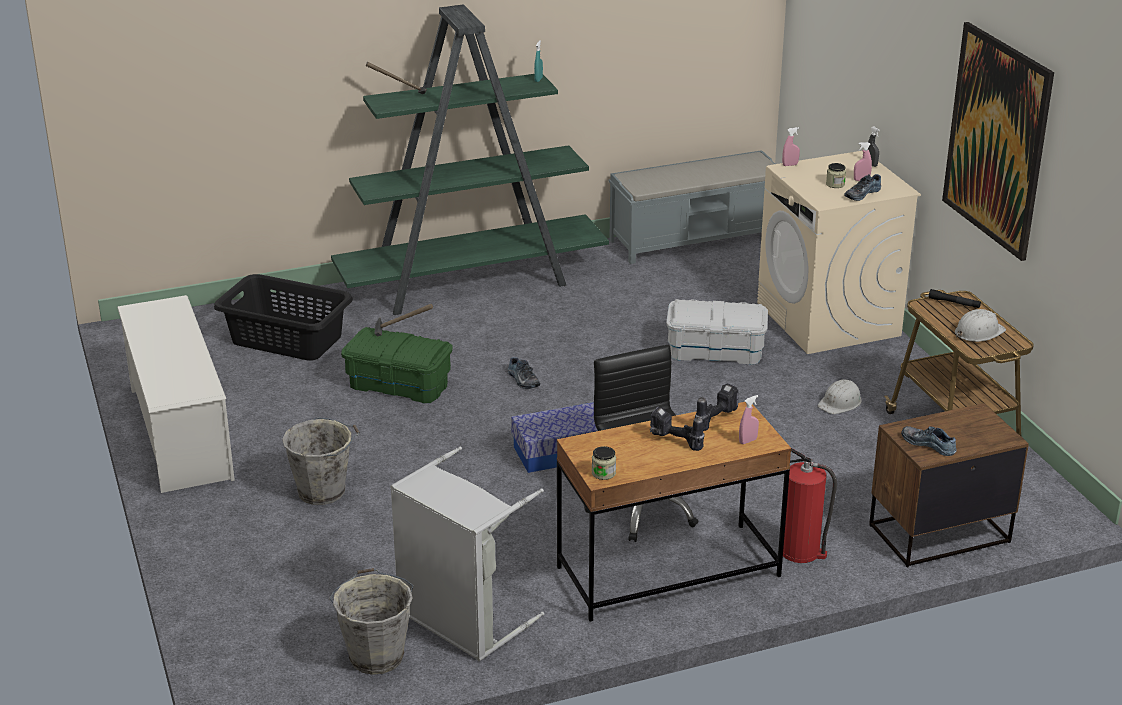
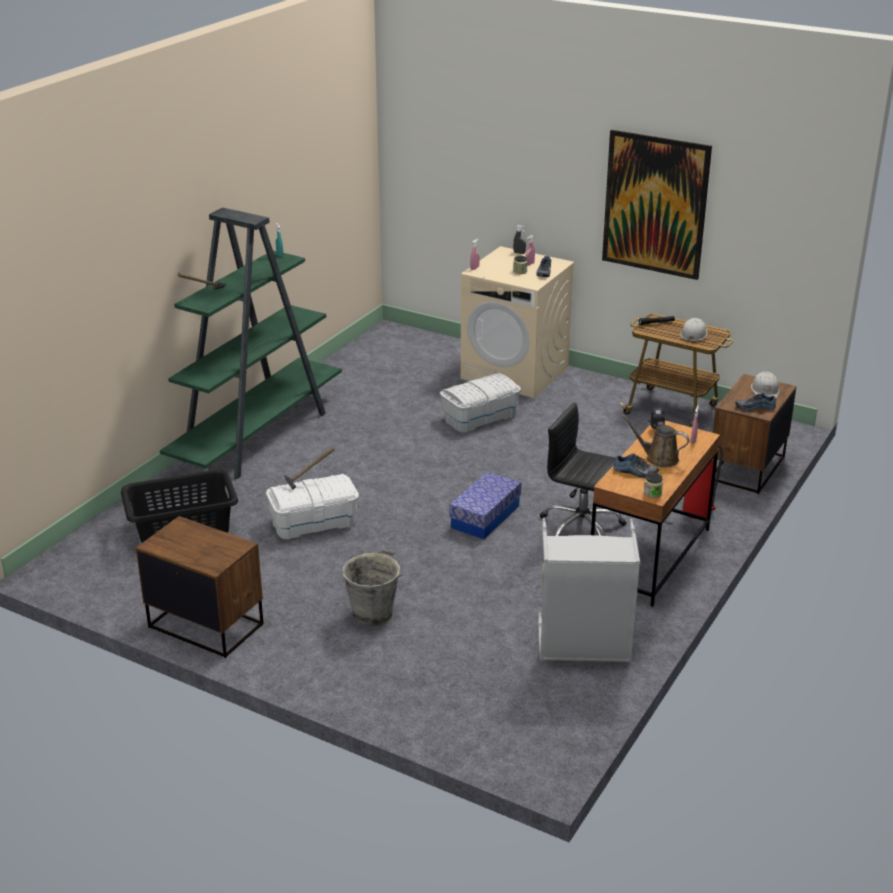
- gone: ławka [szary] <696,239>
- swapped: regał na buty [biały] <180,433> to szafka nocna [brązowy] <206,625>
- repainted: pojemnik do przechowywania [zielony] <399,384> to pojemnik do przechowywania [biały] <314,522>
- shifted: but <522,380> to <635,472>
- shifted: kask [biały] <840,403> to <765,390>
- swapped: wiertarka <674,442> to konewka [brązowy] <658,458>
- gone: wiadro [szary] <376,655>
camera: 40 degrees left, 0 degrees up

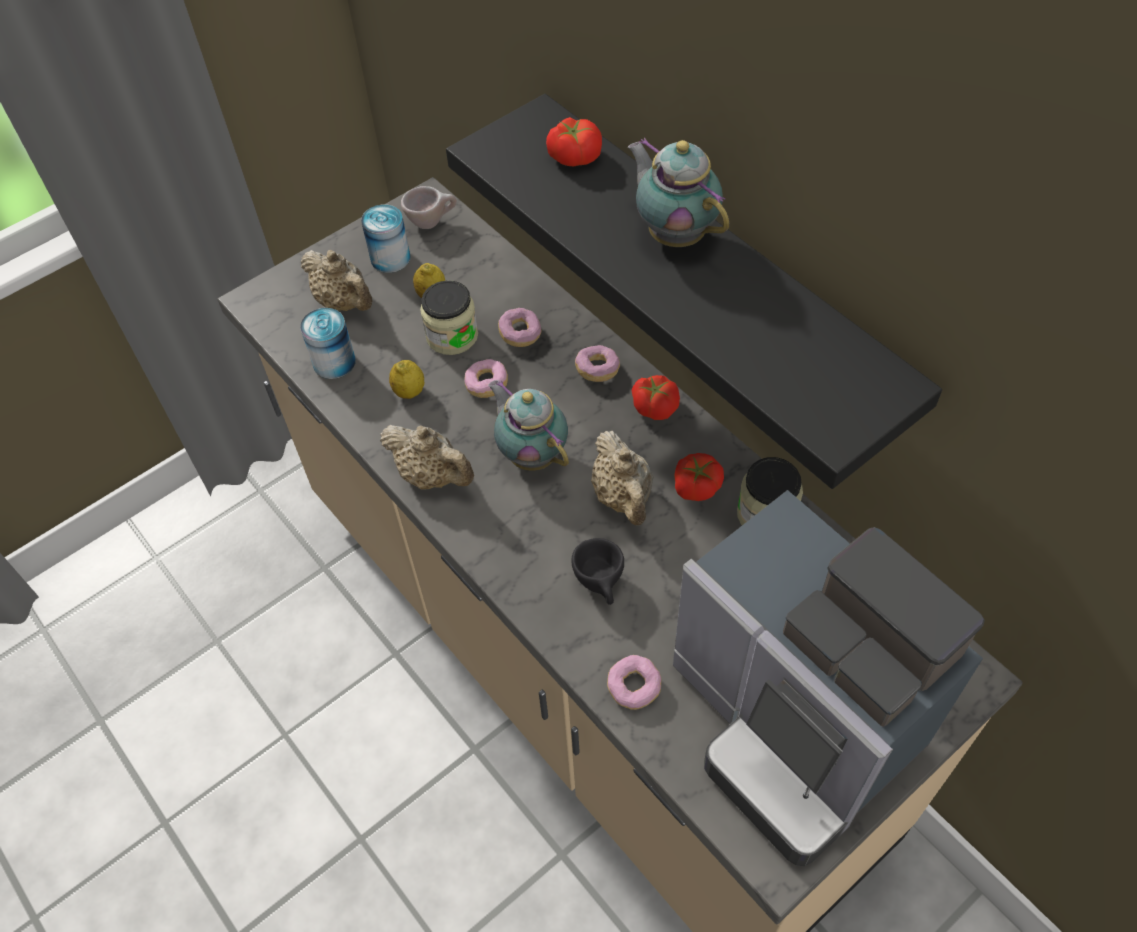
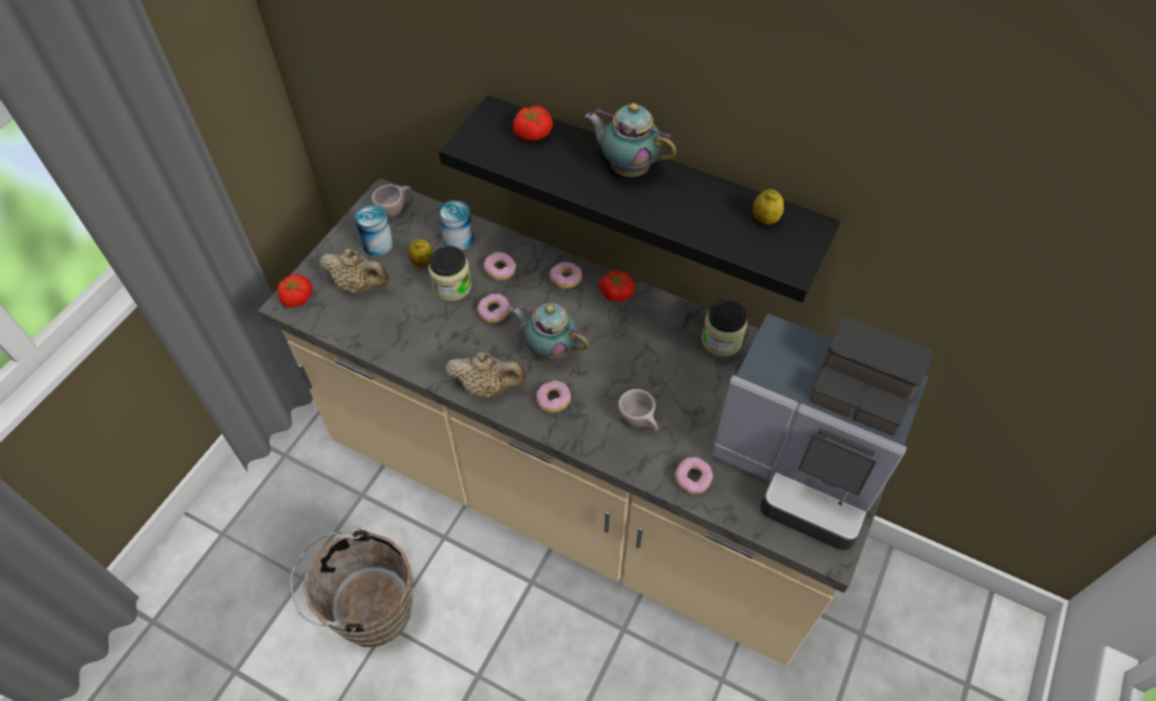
- shifted: puszka <334,362> to <458,239>
- shifted: cytryna <409,392> to <765,219>
- gone: imbryk [beżowy] <623,497>
- shifted: pomidor <696,486> to <296,298>
- repainted: filiżanka [czarny] <601,586> to filiżanka [beżowy] <640,422>
- new: donut <553,401>
- new: wiadro [brązowy] <367,609>
camera: 25 degrees left, 0 degrees up

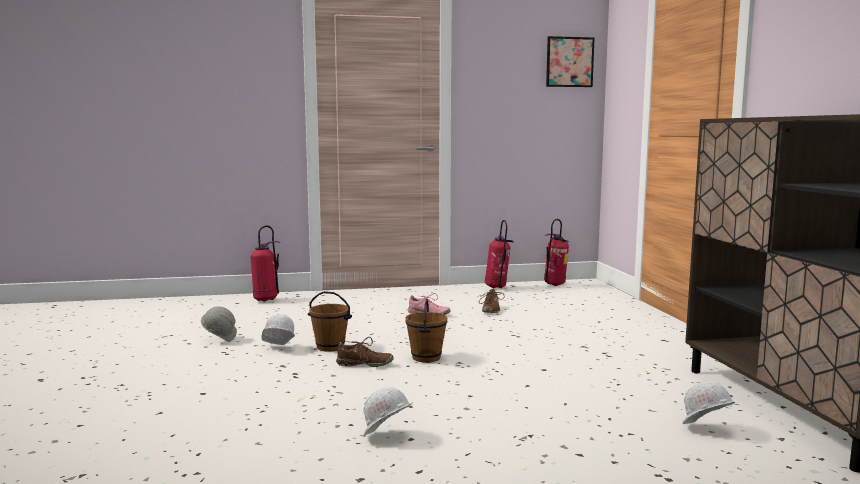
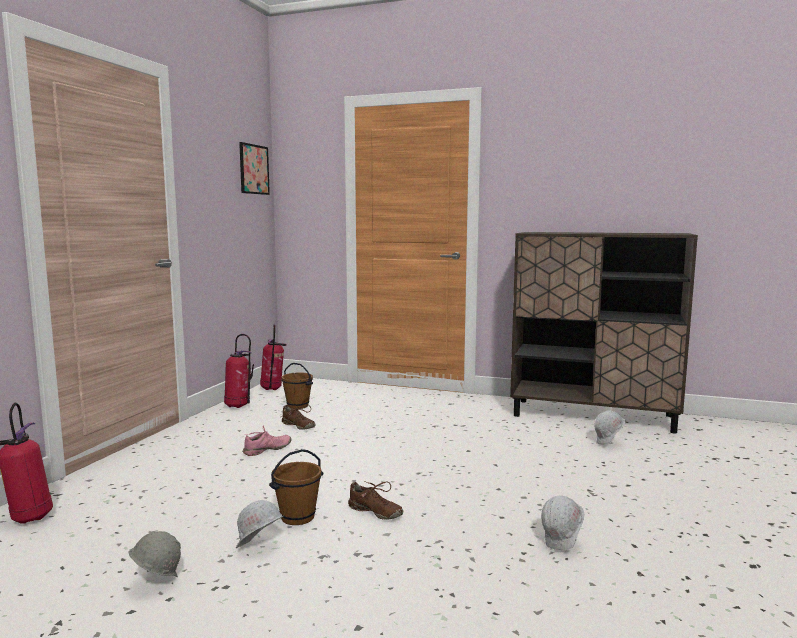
- shifted: wiadro [brązowy] <427,358> to <298,406>
- rotated: but [brązowy] <364,364> = <375,512> 90 degrees clockwise
camera: 60 degrees left, 0 degrees up

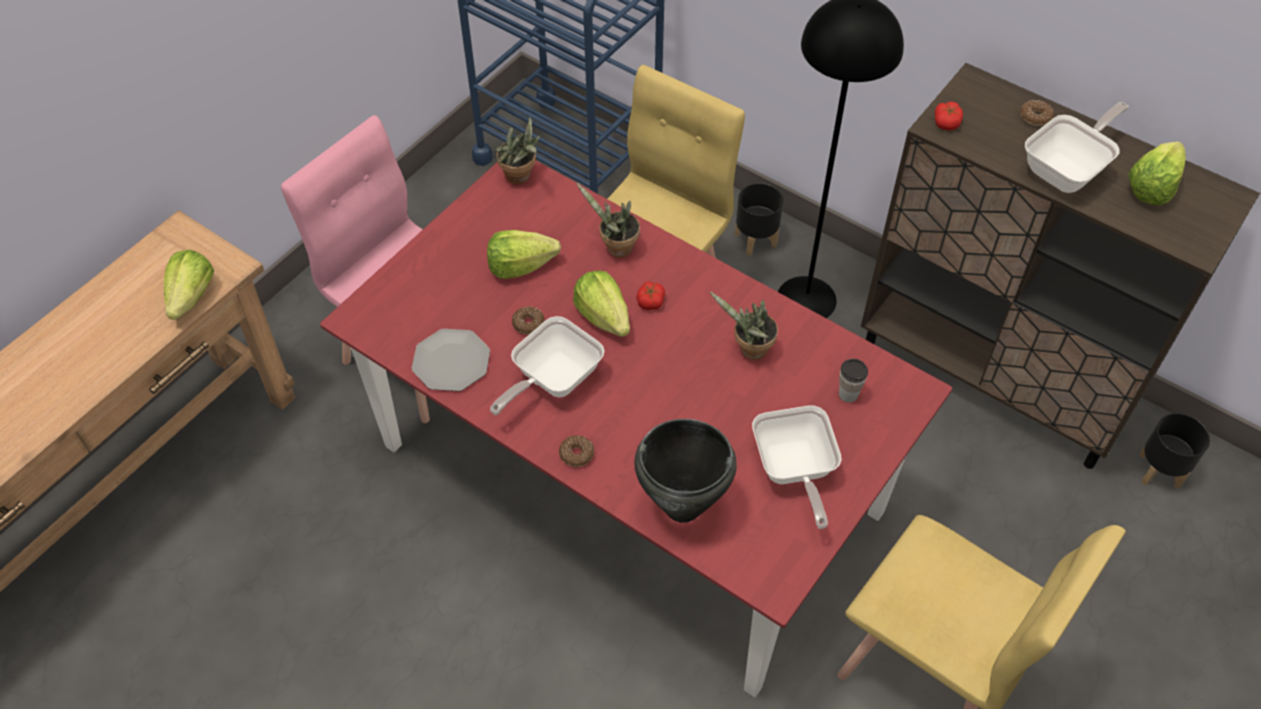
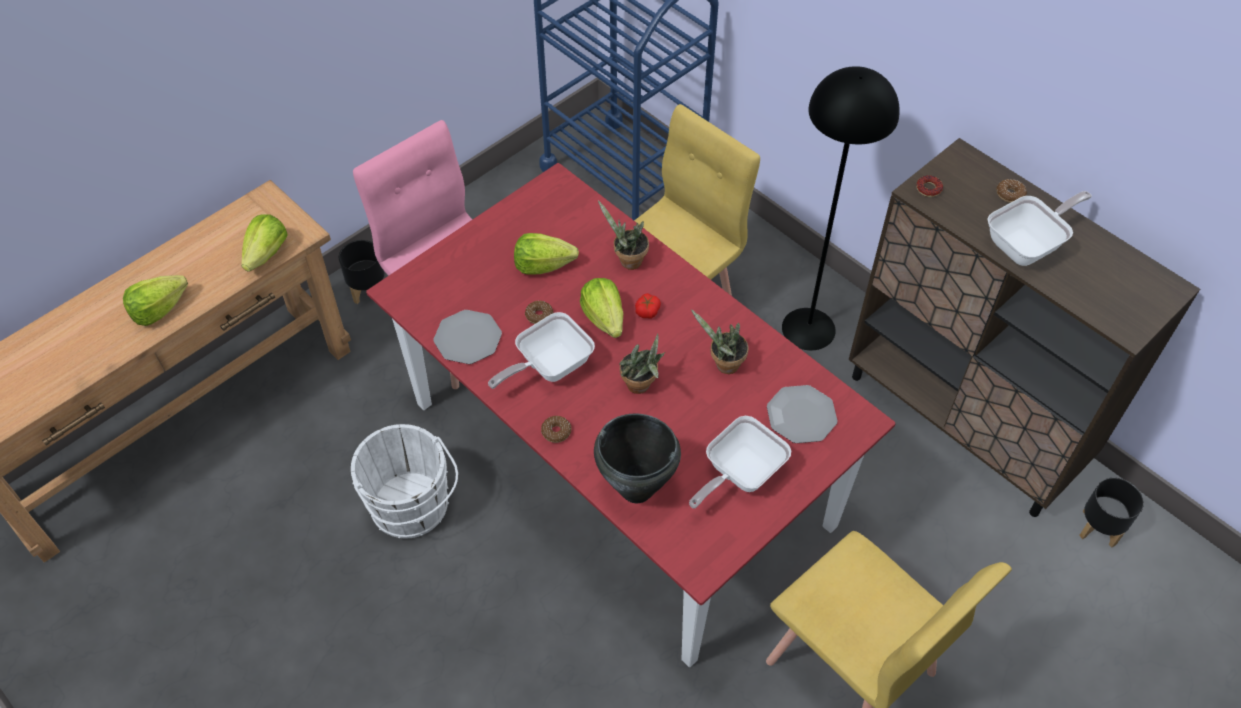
- swapped: pomidor <946,122> to donut <928,189>
- shifted: roślina doniczkowa <521,177> to <641,386>
- shifted: sałata <1152,187> to <159,309>
- shifted: donica [czarny] <755,239> to <368,289>
- swapped: filiżanka <848,394> to talerz <801,415>
- rotated: patelnia <794,471> = <738,474> 45 degrees clockwise
- new: wiadro [biały] <412,509>
camera: 10 degrees right, 0 degrees up

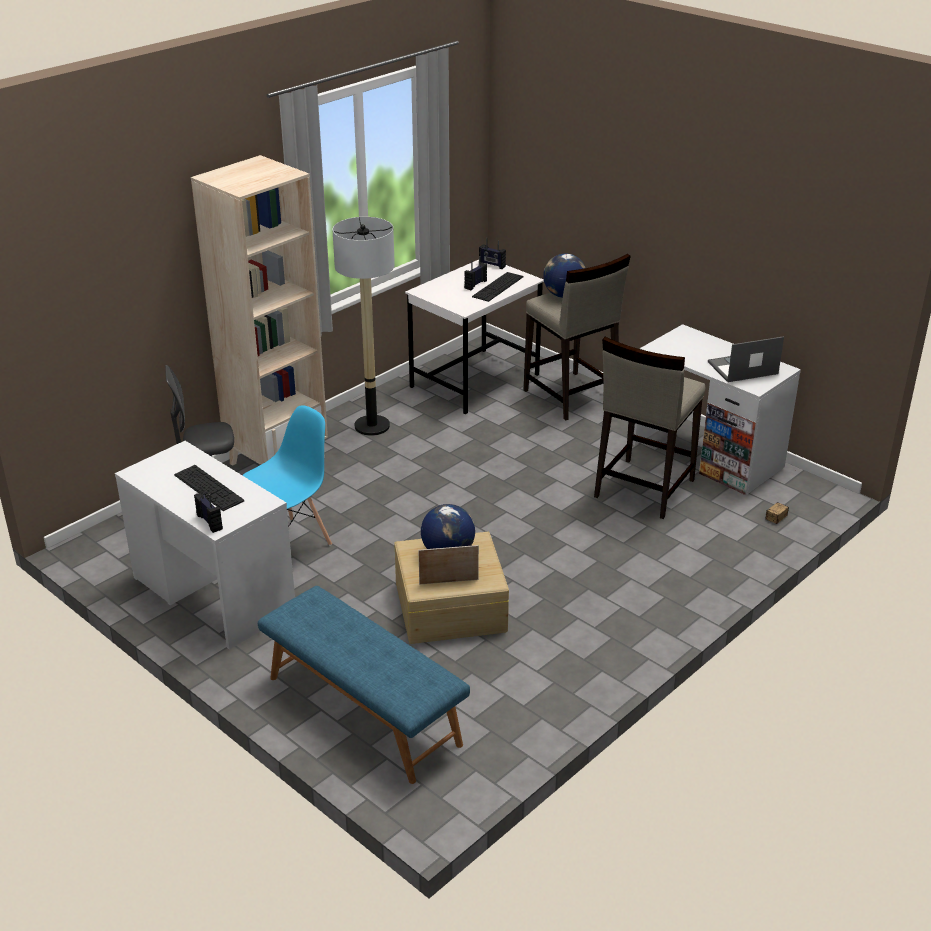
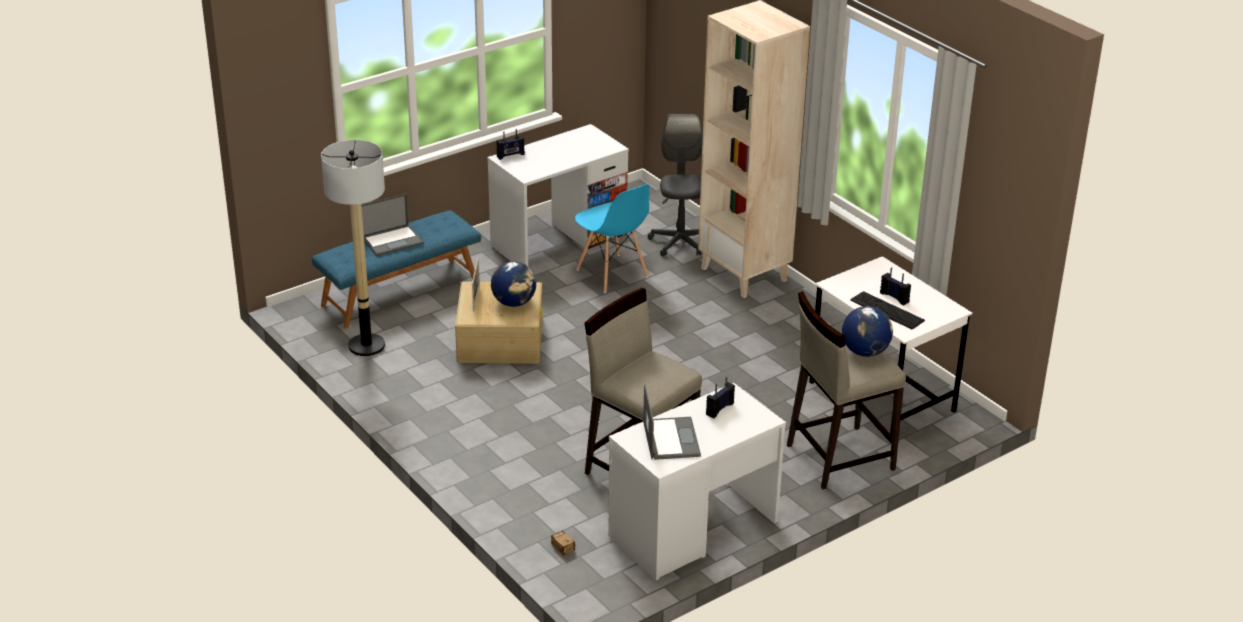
- shifted: lampa stojąca <372,426> to <366,345>
- shifted: radio <492,265> to <719,409>
- gone: klawiatura <208,488>
- new: laptop <393,240>
camera: 100 degrees right, 0 degrees up

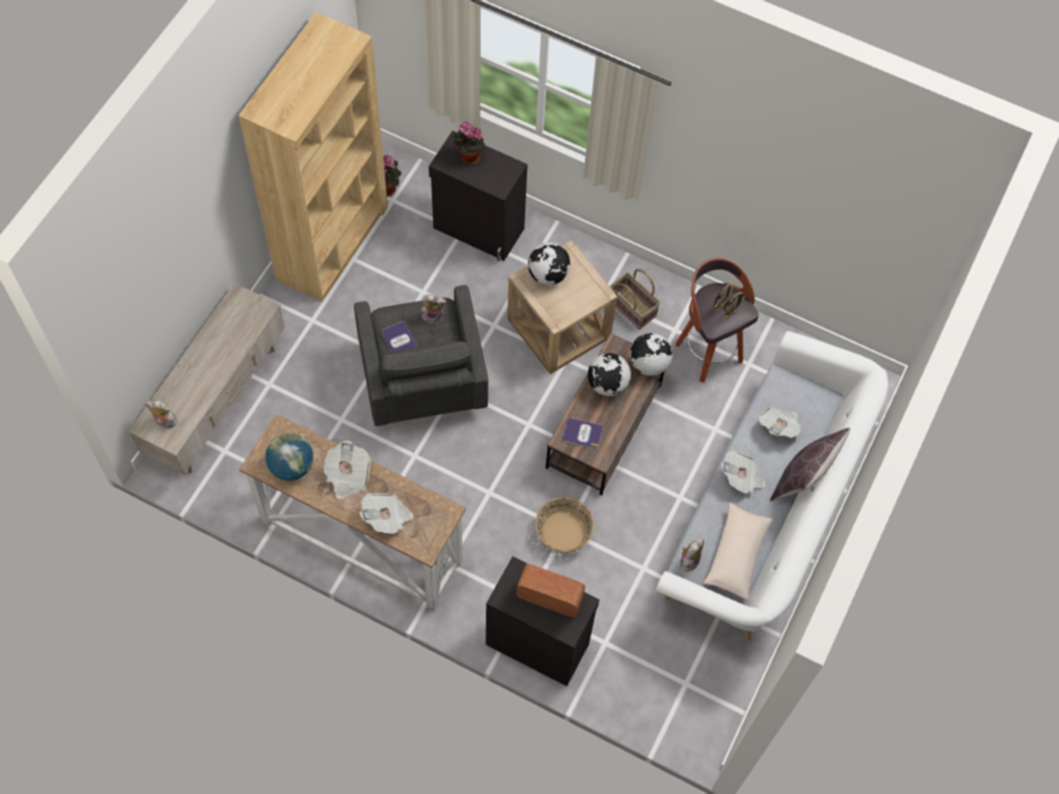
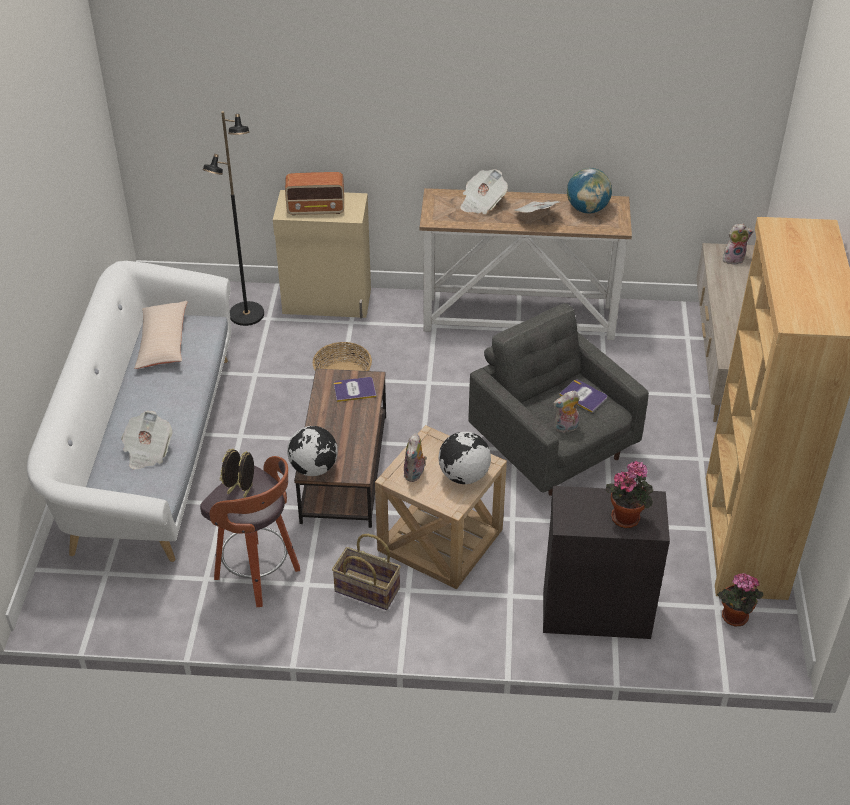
- gone: globus <607,384>
- gone: poduszka [brązowy] <802,479>
- gone: gazeta <742,478>
- shifted: pluszak <689,560> to <415,474>
- repainted: szafka [czarny] <537,642> to szafka [beżowy] <327,302>
- new: lampa stojąca [czarny] <246,315>
camera: 160 degrees right, 20 degrees down

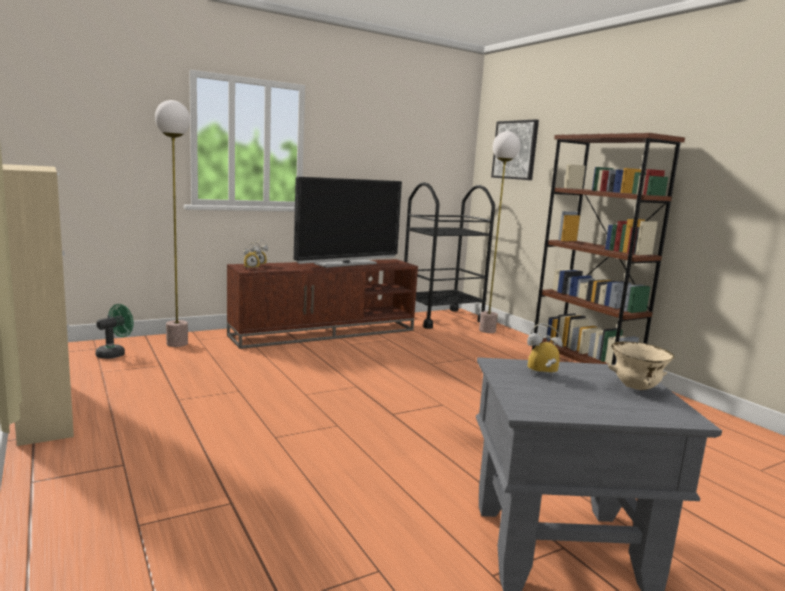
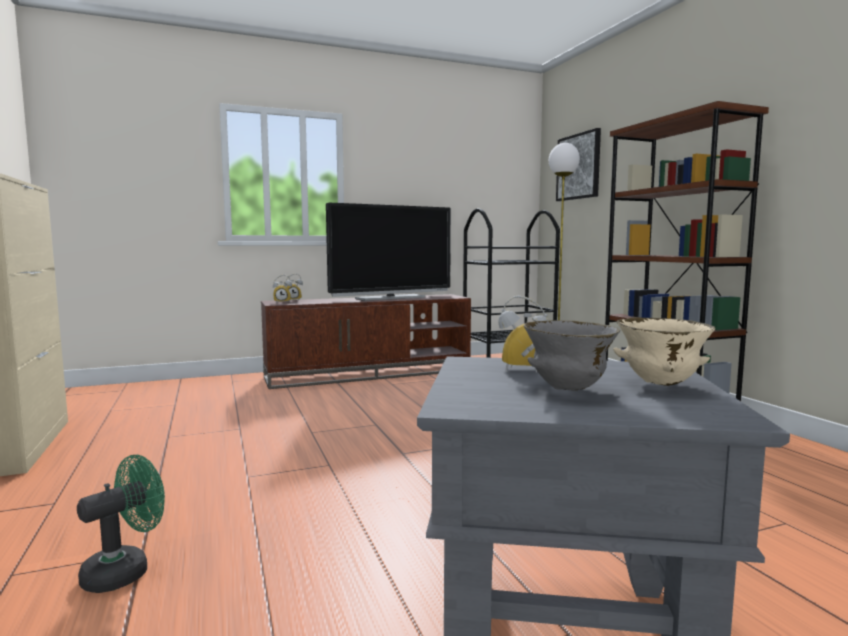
- gone: lampa stojąca <176,343>
- shifted: wentylator [zielony] <114,353> to <125,570>
- new: miska [szary] <568,390>
camera: 10 degrees right, 5 degrees down

